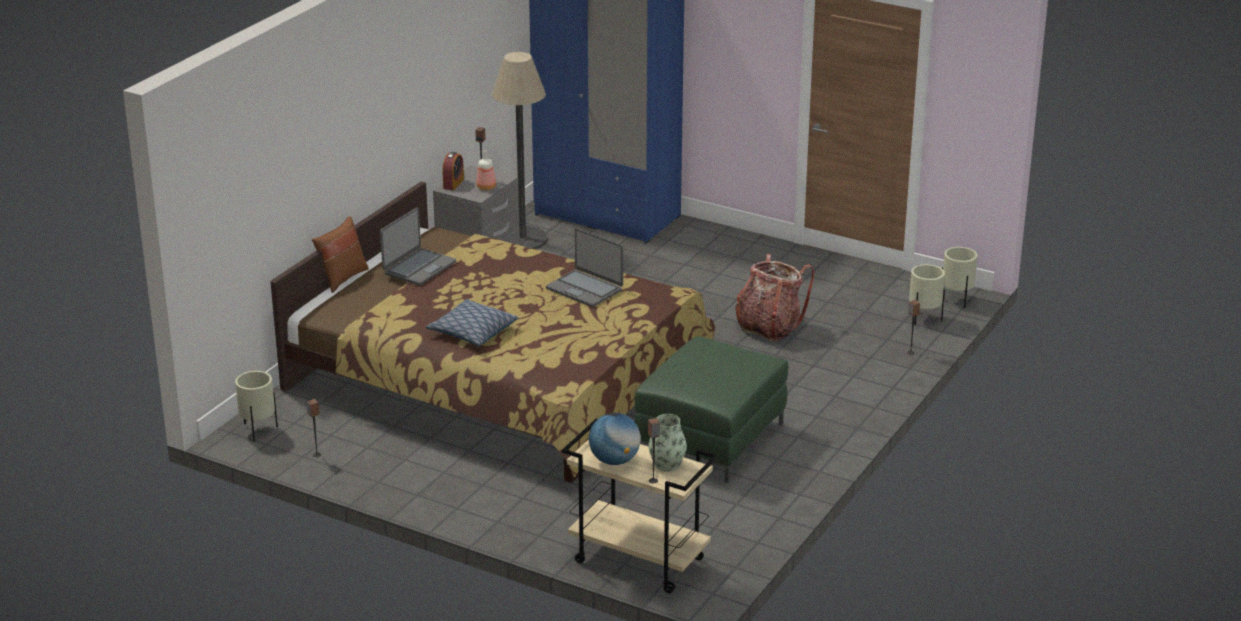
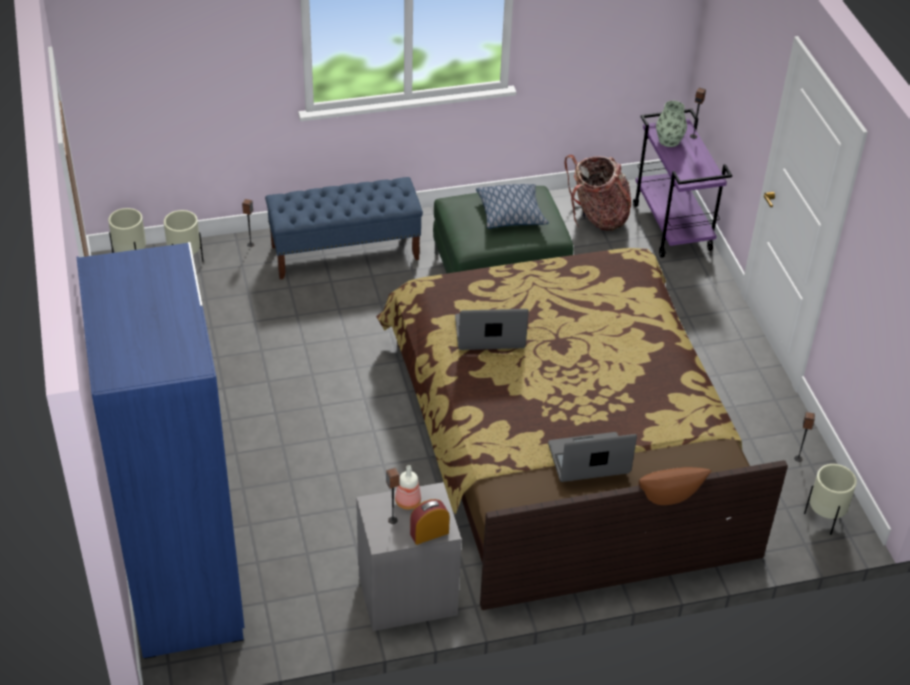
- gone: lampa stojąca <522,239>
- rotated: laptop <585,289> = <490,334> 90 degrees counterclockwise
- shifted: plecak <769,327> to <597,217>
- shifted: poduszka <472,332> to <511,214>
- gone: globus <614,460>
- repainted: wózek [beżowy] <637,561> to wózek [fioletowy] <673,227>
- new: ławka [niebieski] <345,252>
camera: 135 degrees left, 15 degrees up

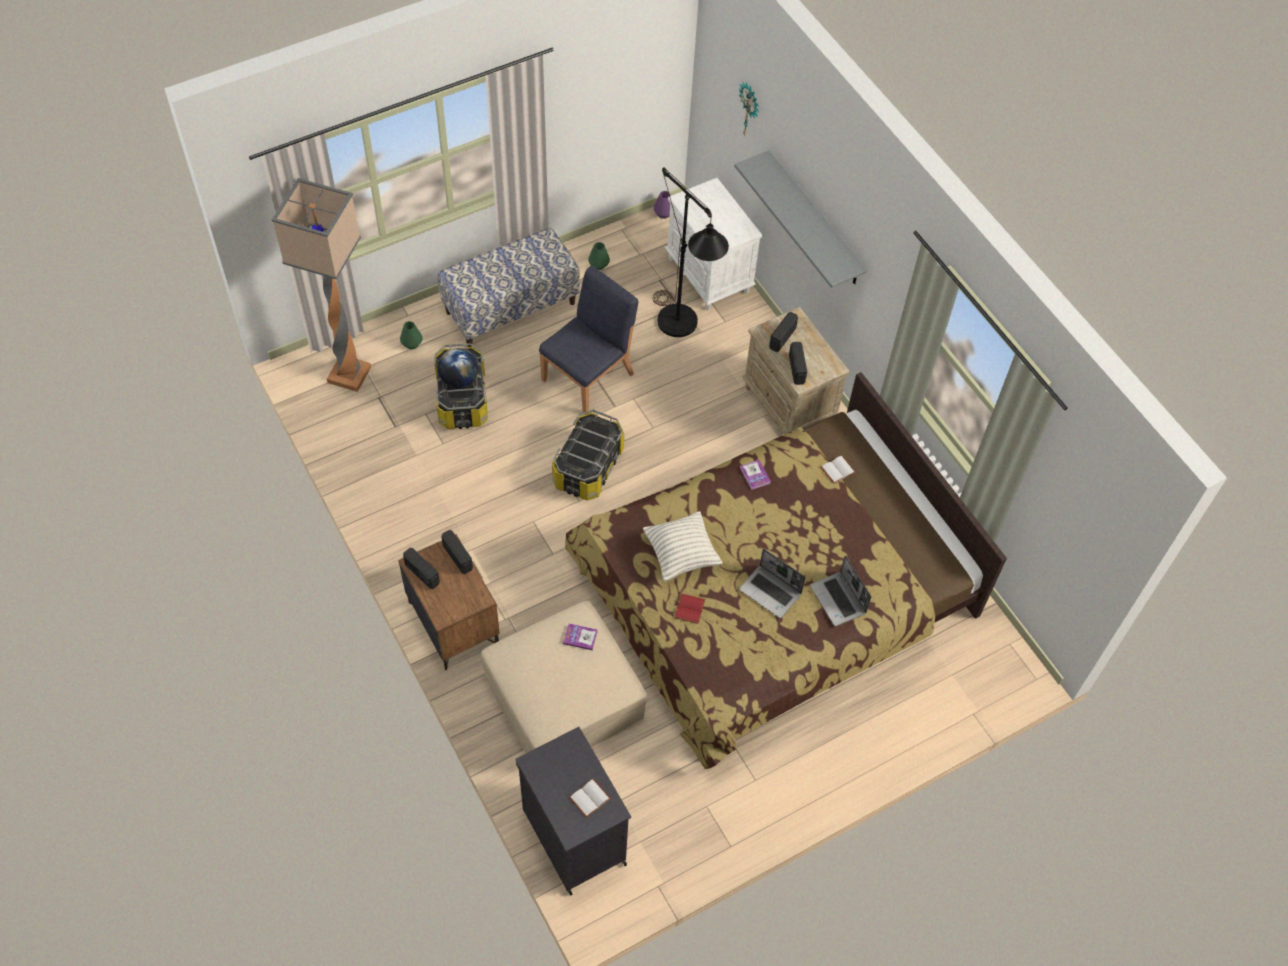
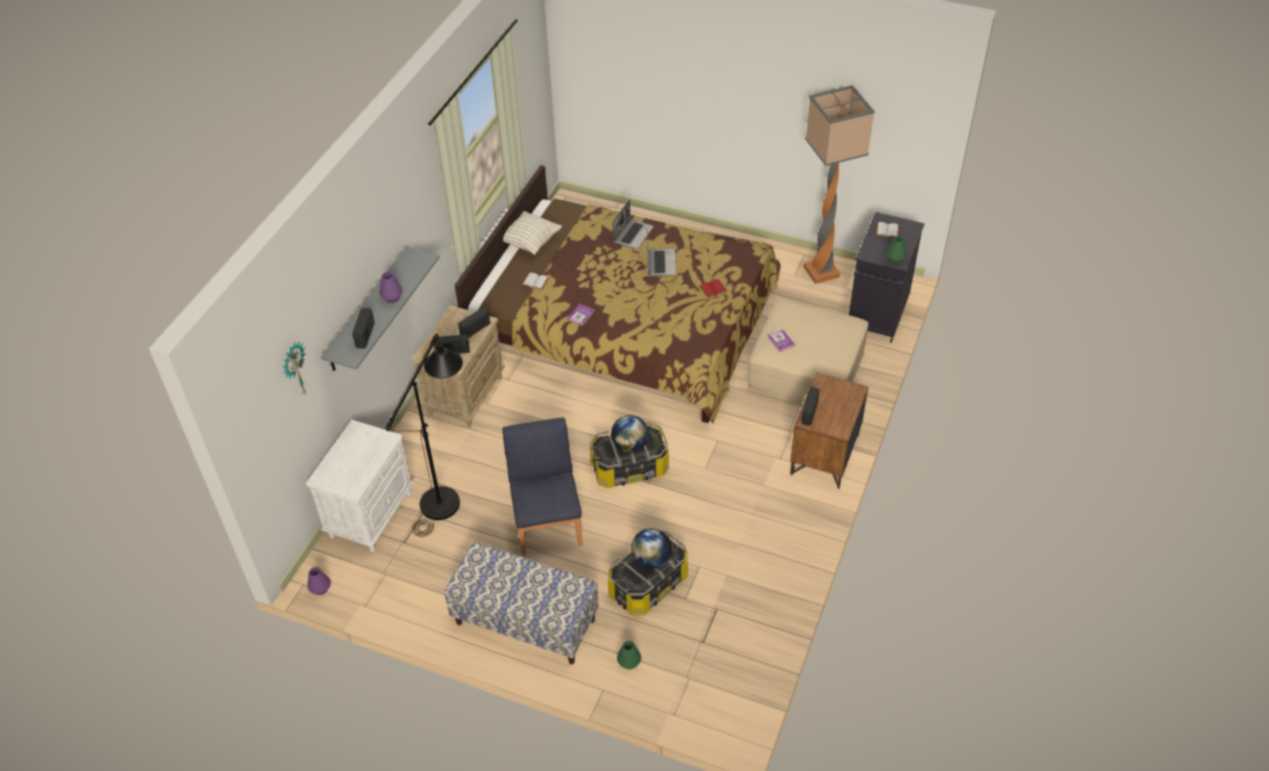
- shifted: lampa stojąca <348,375> to <822,272>
- shifted: wazon [zielony] <599,265> to <895,259>
- rotated: krzesło [niebieski] <589,376> = <547,522> 75 degrees clockwise
- shifted: poduszka <681,554> to <530,242>
- shifted: radio <422,574> to <365,335>
- new: wazon [fioletowy] <392,298>
- new: globus <630,445>
camera: 125 degrees left, 10 degrees down

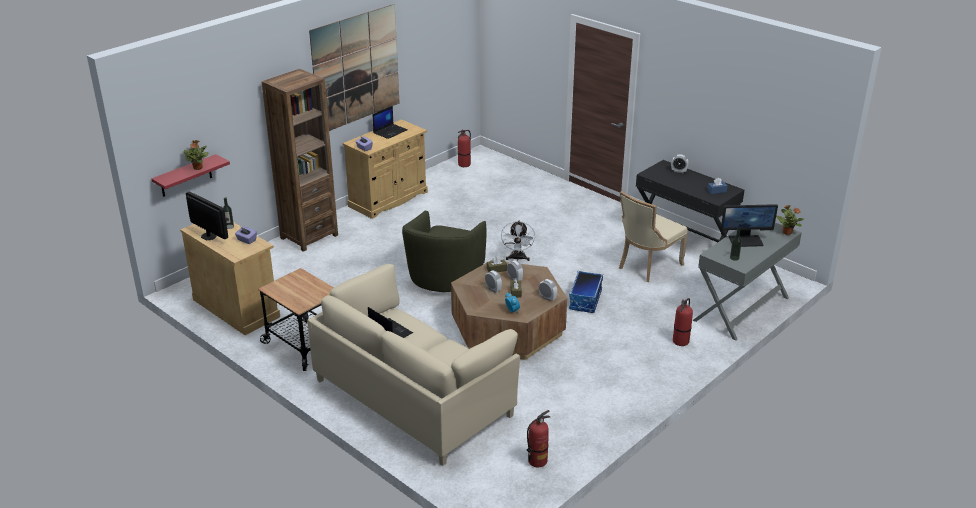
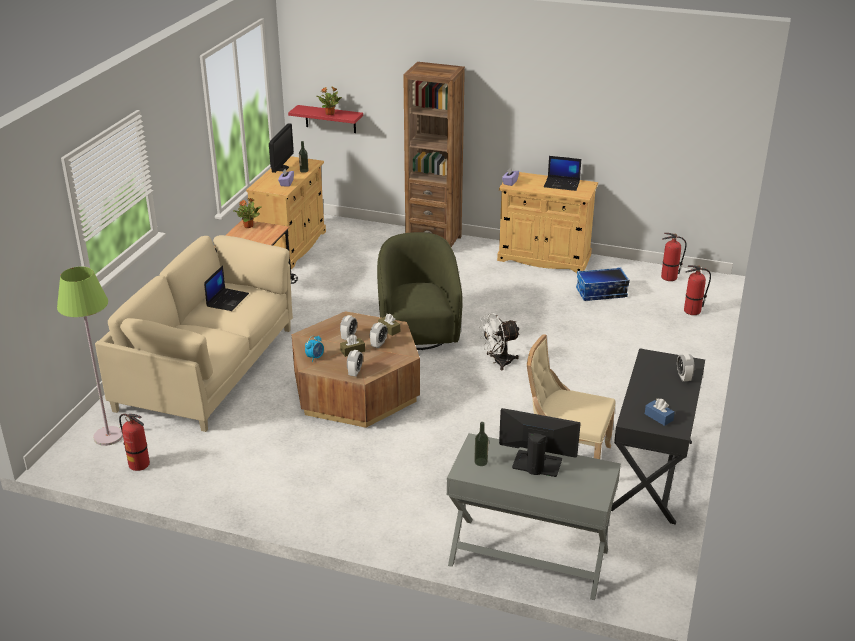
- gone: obraz <356,68>
- rotated: monitor <745,241> = <536,464> 135 degrees clockwise
- shifted: roślina doniczkowa <787,232> to <249,226>
- rotated: fotel [zielony] <443,279> = <418,329> 90 degrees clockwise
- shifted: pojemnik do przechowywania <586,300> to <601,293>
- shifted: gaśnica <681,341> to <692,311>
- new: lampa stojąca [zielony] <108,436>
camera: 65 degrees right, 0 degrees up

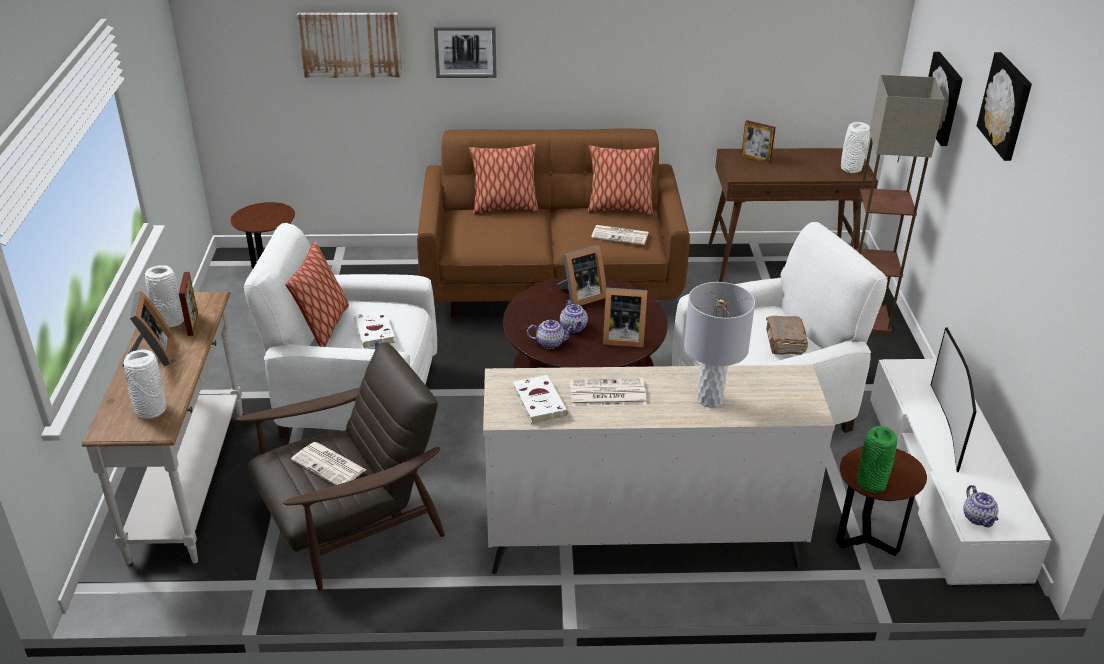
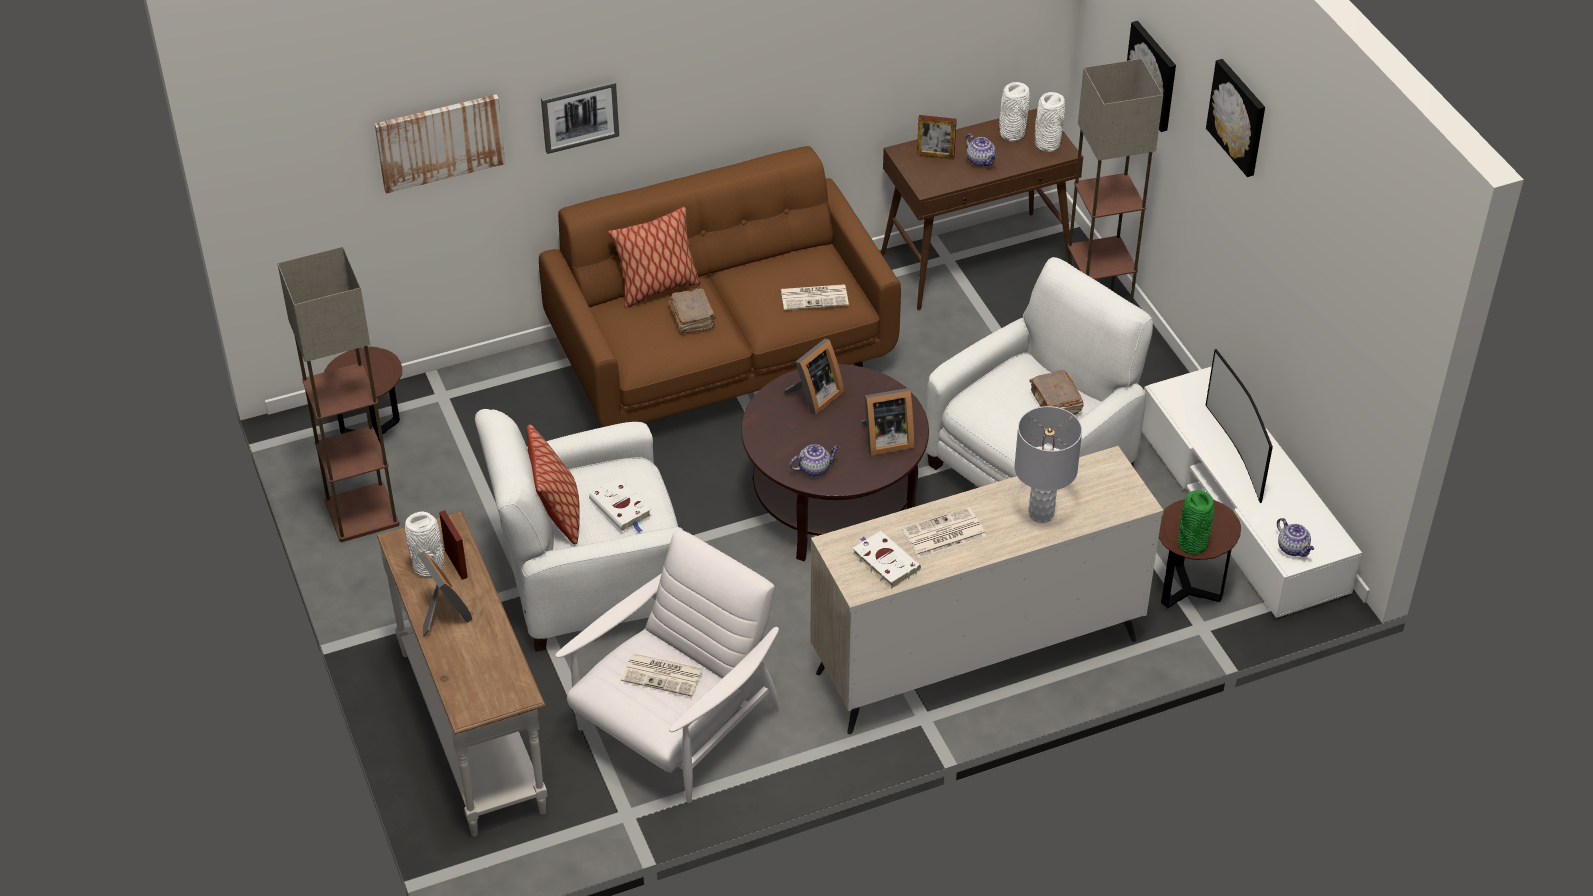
- gone: poduszka <620,209>
- shifted: imbryk <574,328> to <981,161>
- repainted: fotel [brązowy] <351,523> to fotel [biały] <676,725>
- shifted: wazon [biały] <150,410> to <1011,134>
- new: lampa stojąca <360,513>
- new: książka [brązowy] <692,317>
camera: 20 degrees left, 10 degrees up

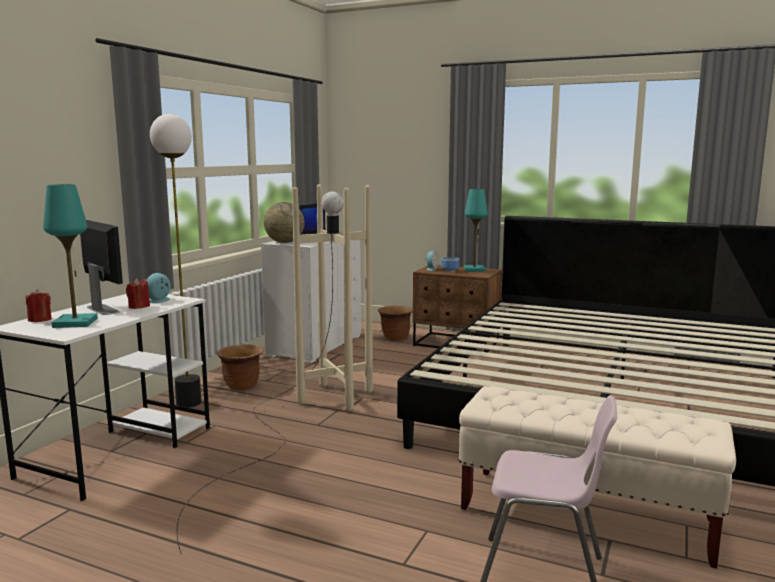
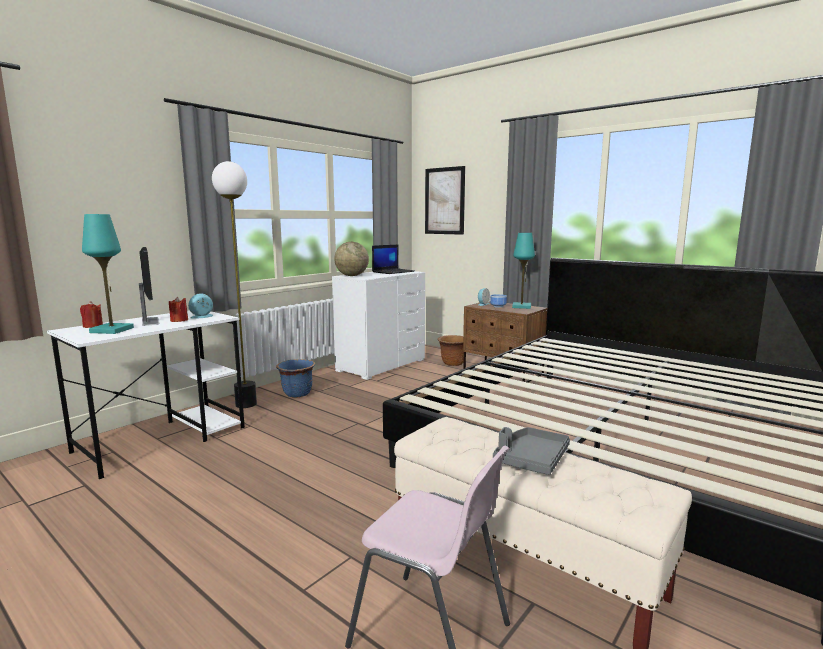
- gone: lampa stojąca [beżowy] <298,421>
- repainted: donica [brązowy] <242,386> to donica [niebieski] <297,394>
- new: obraz <444,201>
- new: taca [szary] <531,459>
camera: 15 degrees right, 0 degrees up

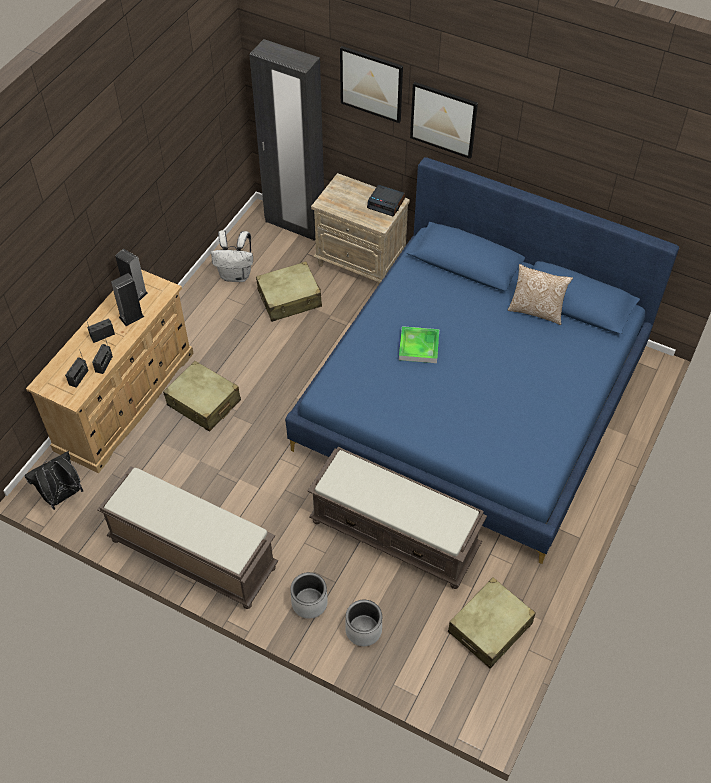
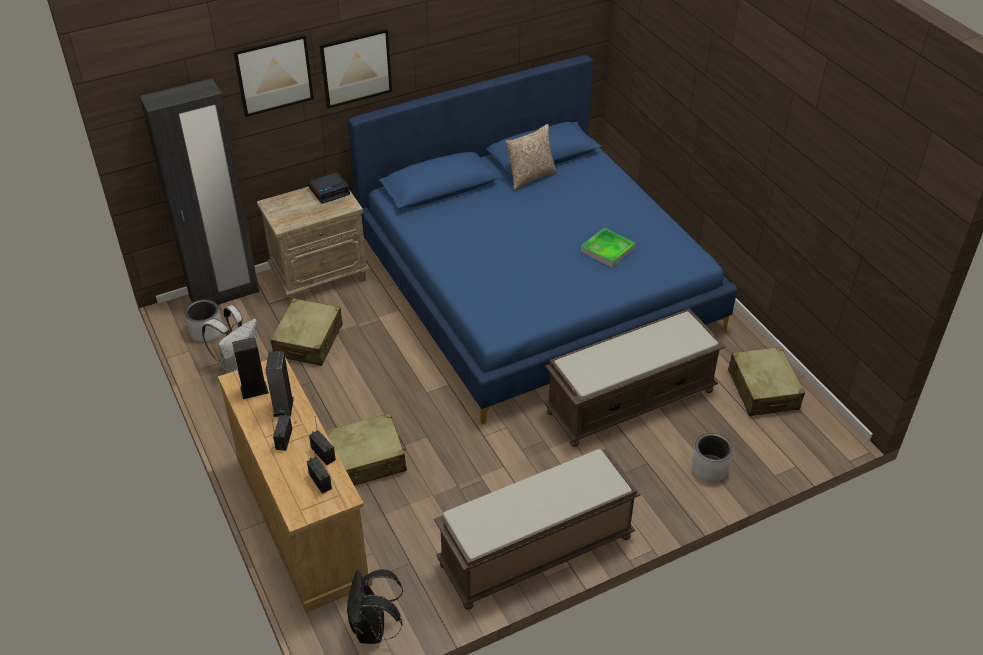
- shifted: taca <419,347> to <607,250>
- shifted: donica [szary] <309,602> to <206,331>
camera: 55 degrees left, 10 degrees down

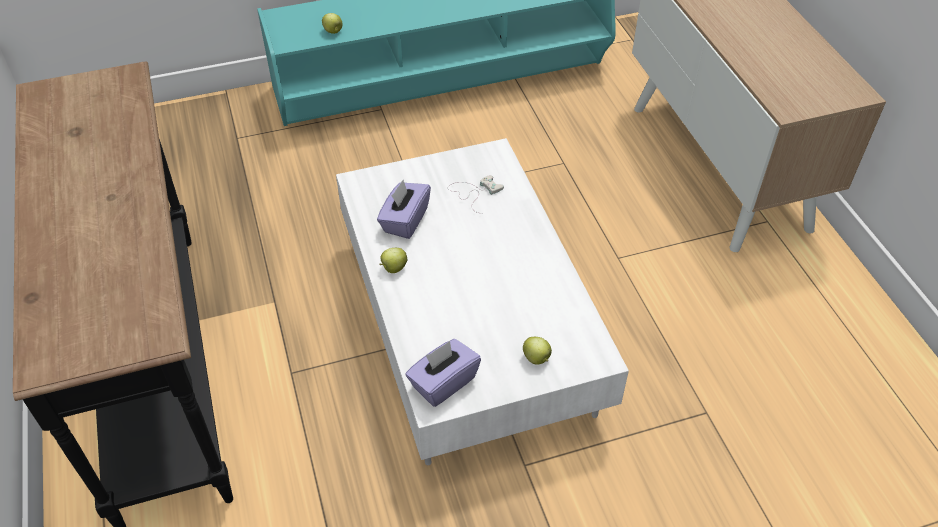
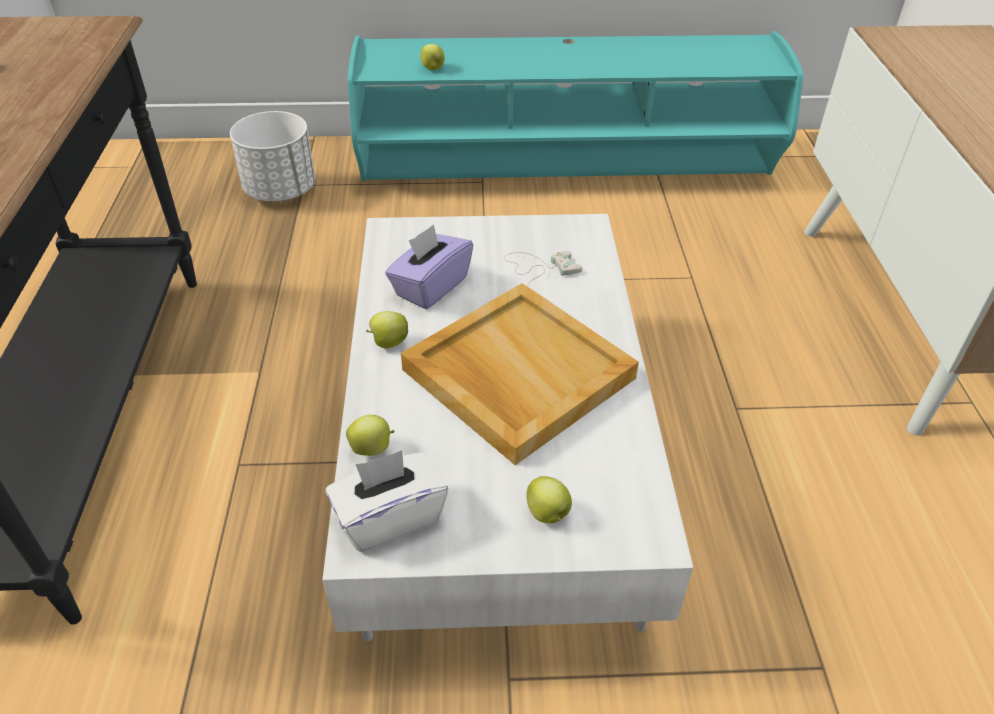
- repainted: pudełko chusteczek [fioletowy] <443,382> to pudełko chusteczek [biały] <389,517>
- new: donica [biały] <281,190>
- new: taca [beżowy] <516,374>
- new: jabłko <372,448>
camera: 15 degrees right, 5 degrees down

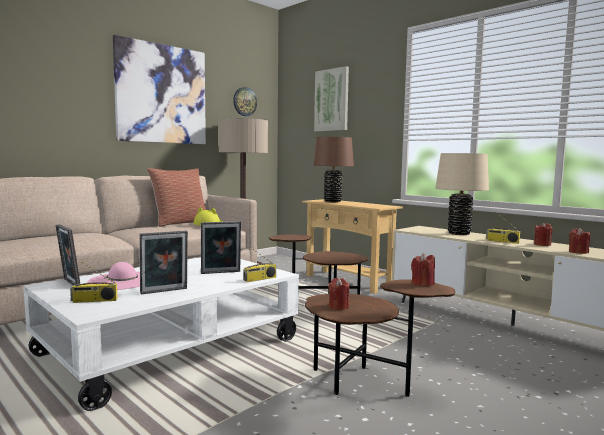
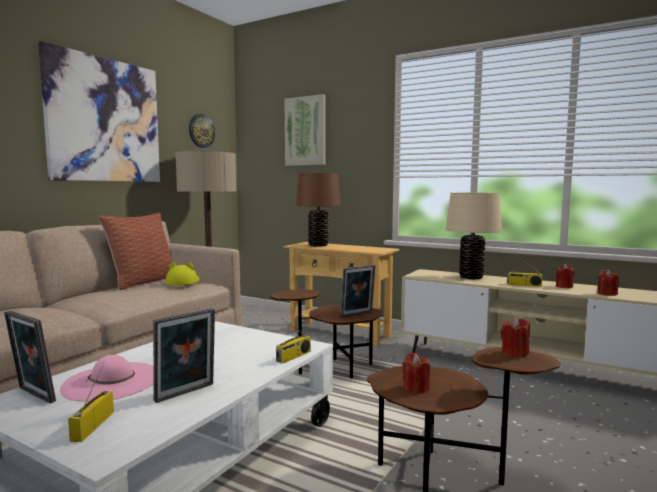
- shifted: ramka na zdjęcie <221,273> to <357,314>
- rotated: radio <94,300> = <93,425> 120 degrees clockwise
camera: 15 degrees left, 0 degrees up

